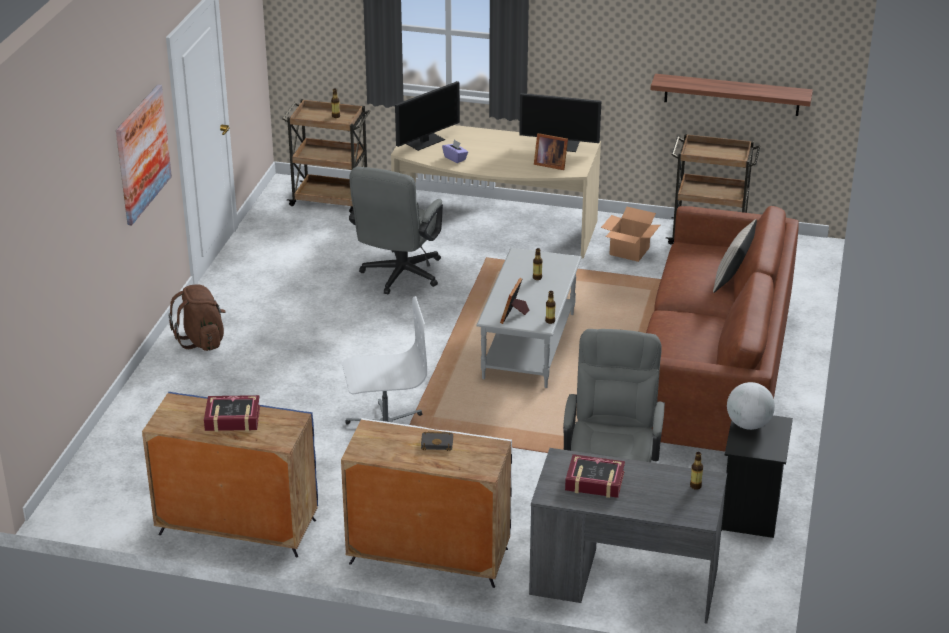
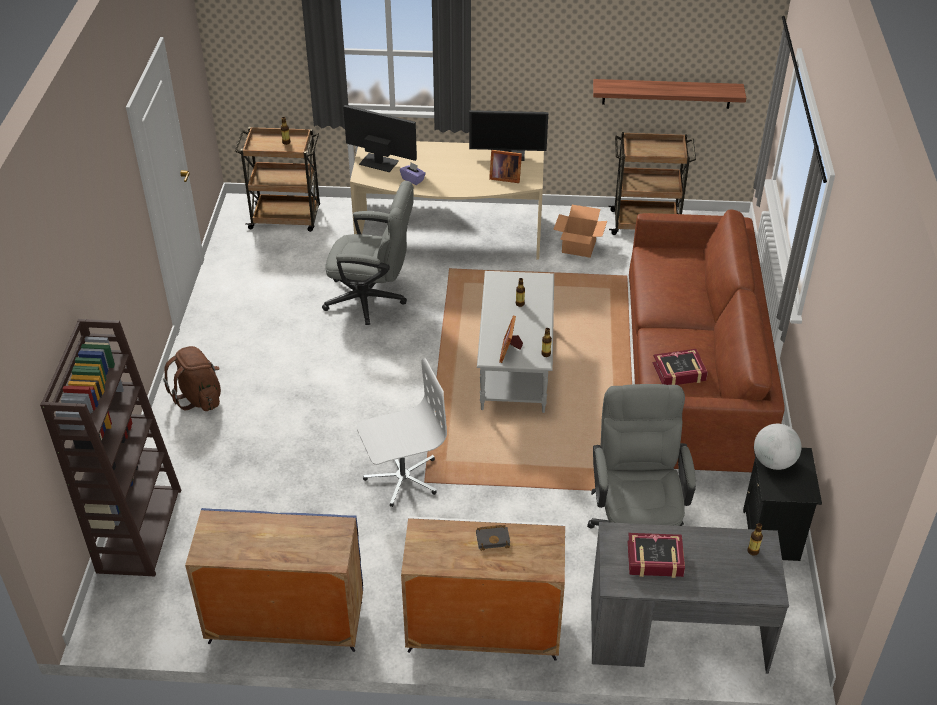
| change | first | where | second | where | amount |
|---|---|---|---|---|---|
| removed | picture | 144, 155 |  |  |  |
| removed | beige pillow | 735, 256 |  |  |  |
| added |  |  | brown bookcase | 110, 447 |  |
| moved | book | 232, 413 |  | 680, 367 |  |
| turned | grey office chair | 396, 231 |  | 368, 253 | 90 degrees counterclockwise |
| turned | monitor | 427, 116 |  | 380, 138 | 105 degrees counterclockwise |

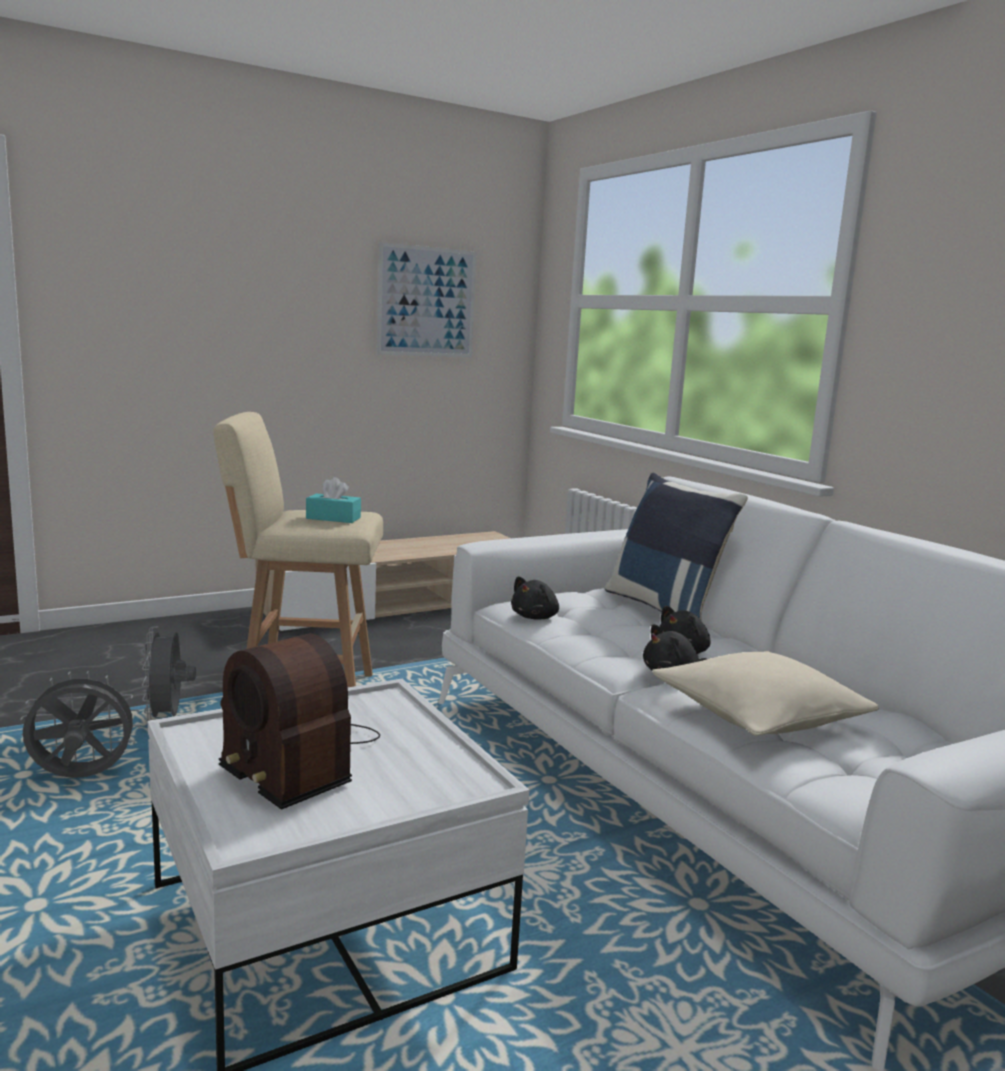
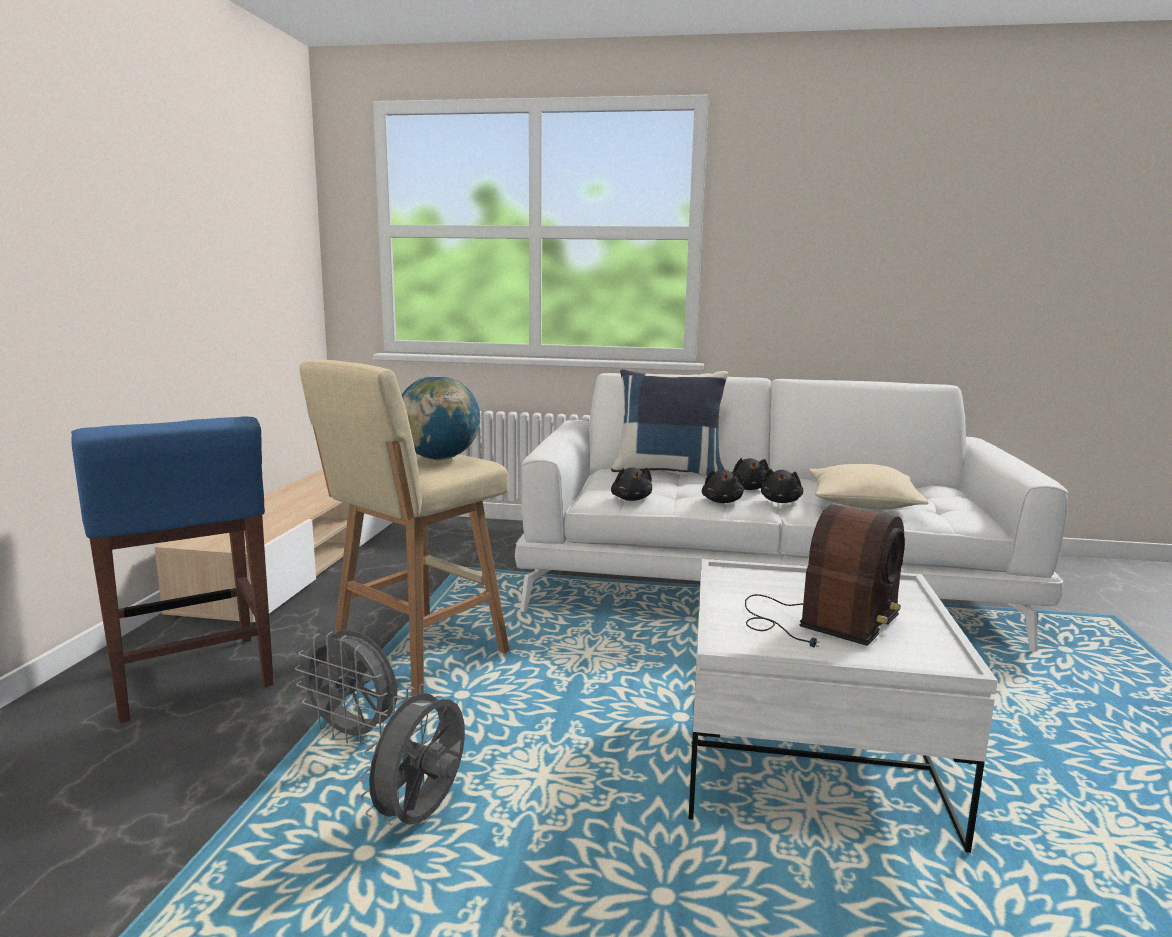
| change | first | where | second | where | amount |
|---|---|---|---|---|---|
| removed | picture | 427, 299 |  |  |  |
| added |  |  | blue stool | 172, 570 |  |
| added |  |  | black plush toy | 723, 486 |  |
| replaced | turquoise tissue box | 333, 500 | globe | 441, 418 |  |
| turned | radio | 299, 722 |  | 825, 575 | 45 degrees counterclockwise |

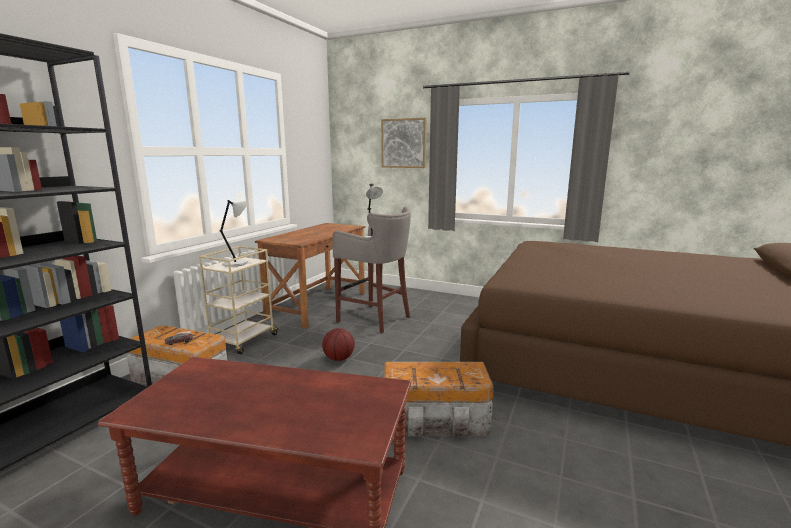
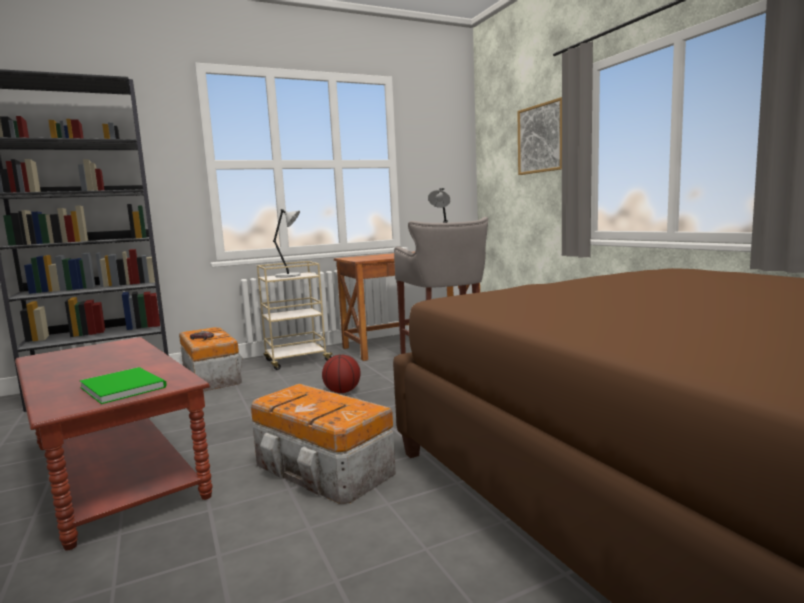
| change | first | where | second | where | amount |
|---|---|---|---|---|---|
| added |  |  | green book | 123, 385 |  |

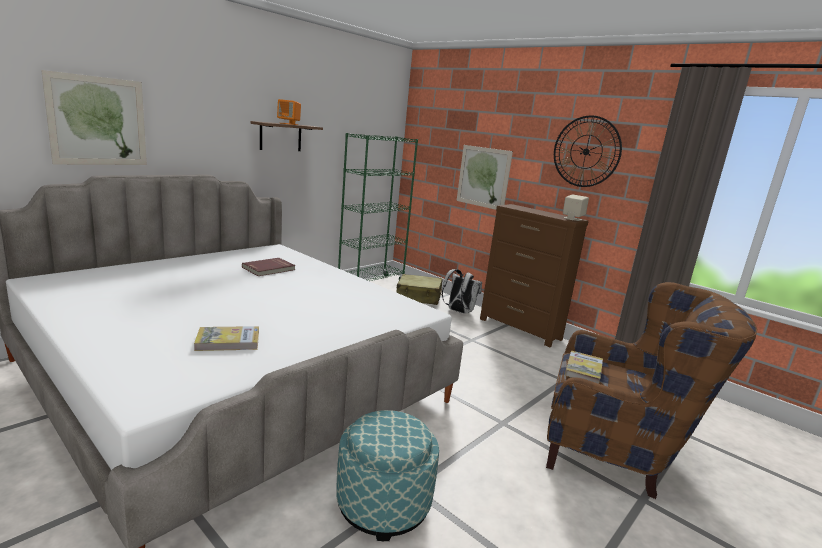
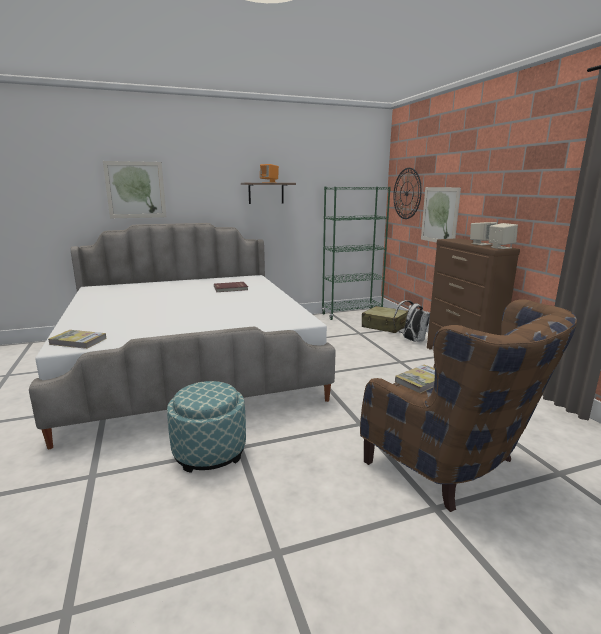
| change | first | where | second | where | amount |
|---|---|---|---|---|---|
| added |  |  | beige speaker | 483, 233 |  |
| moved | book | 226, 338 |  | 77, 339 |  |
| moved | wall clock | 588, 151 |  | 407, 193 |  |

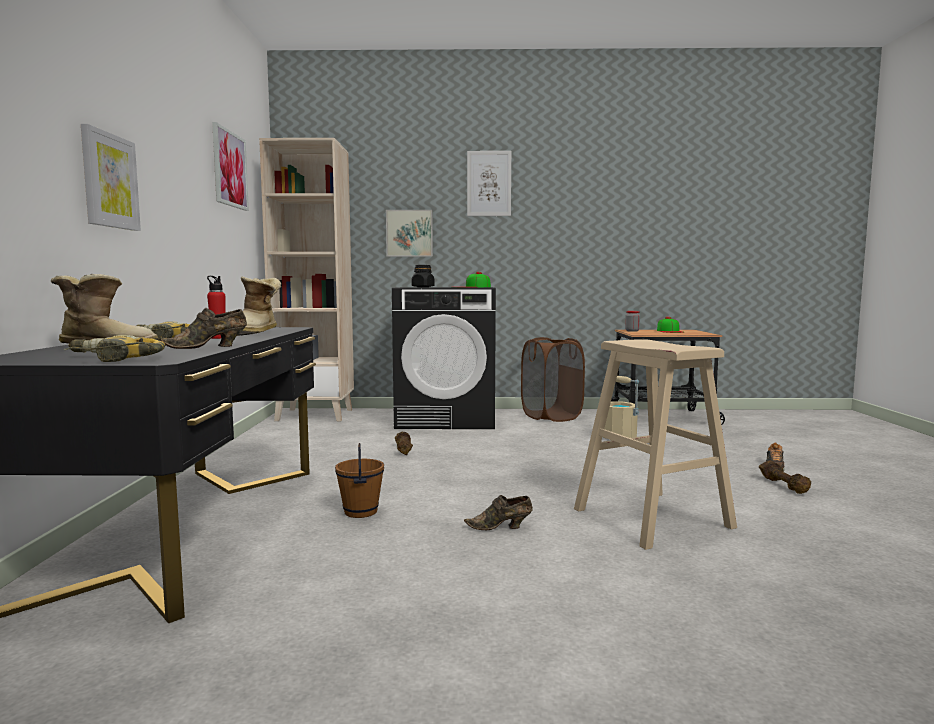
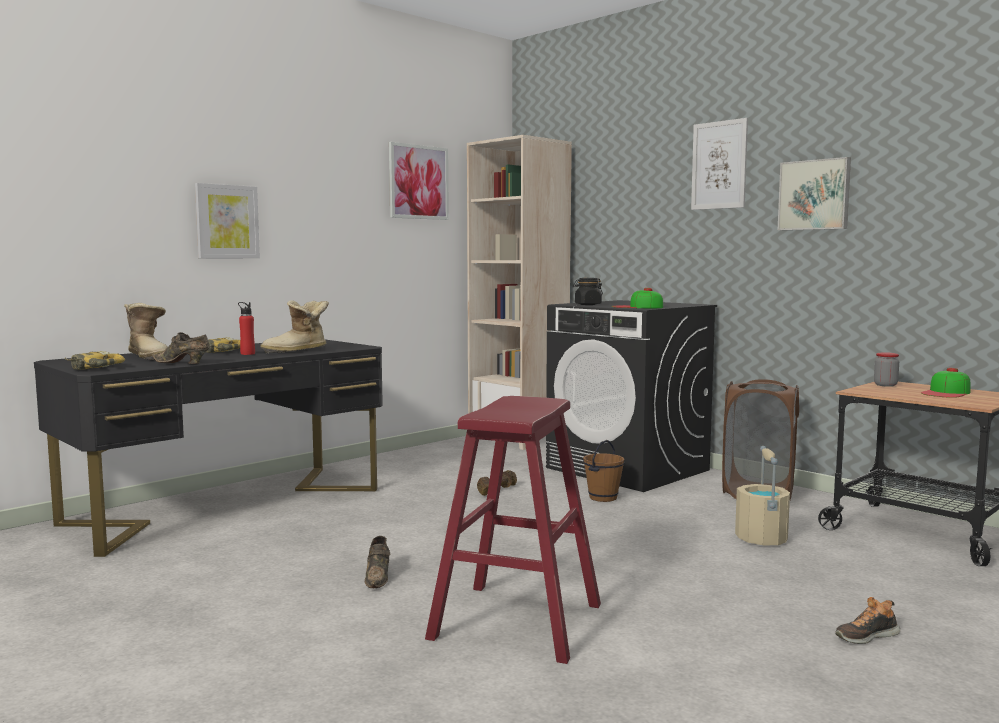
| change | first | where | second | where | amount |
|---|---|---|---|---|---|
| removed | brown dumbbell | 785, 477 |  |  |  |
| moved | brown bucket | 359, 480 |  | 603, 471 |  |
| moved | picture | 409, 233 |  | 814, 193 |  |
| recoloured | beige stool | 655, 444 | red stool | 513, 530 |  |
| turned | brown shoe | 498, 512 |  | 378, 562 | 135 degrees counterclockwise |

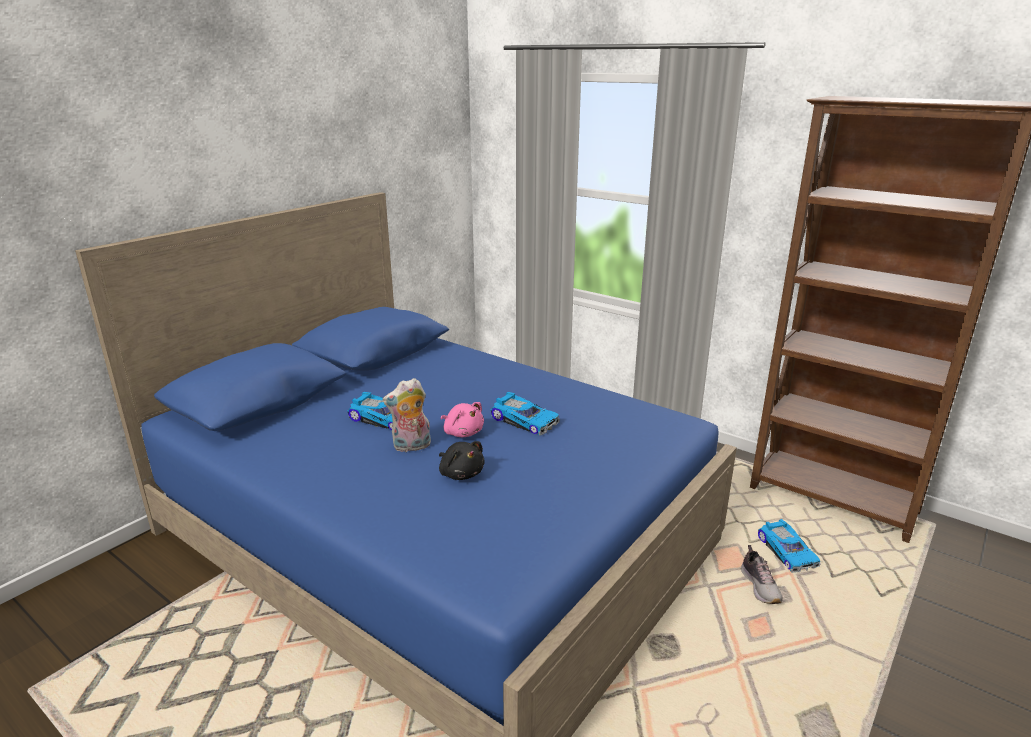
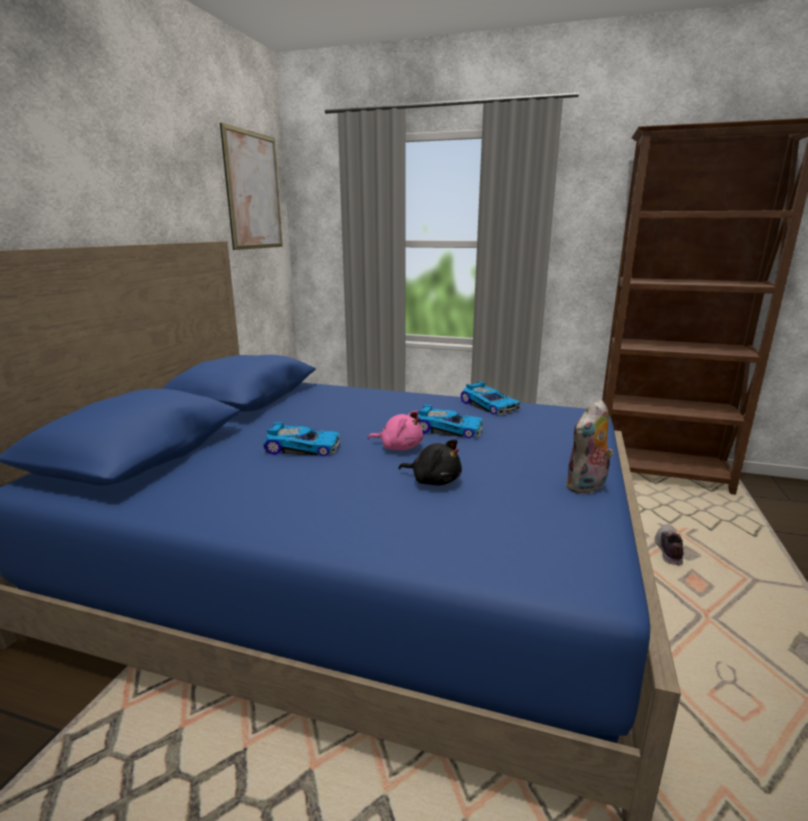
| change | first | where | second | where | amount |
|---|---|---|---|---|---|
| added |  |  | picture | 251, 186 |  |
| moved | plush toy | 407, 415 |  | 589, 447 |  |
| moved | toy car | 789, 546 |  | 491, 399 |  |
| turned | shoe | 762, 574 |  | 669, 544 | 135 degrees counterclockwise |

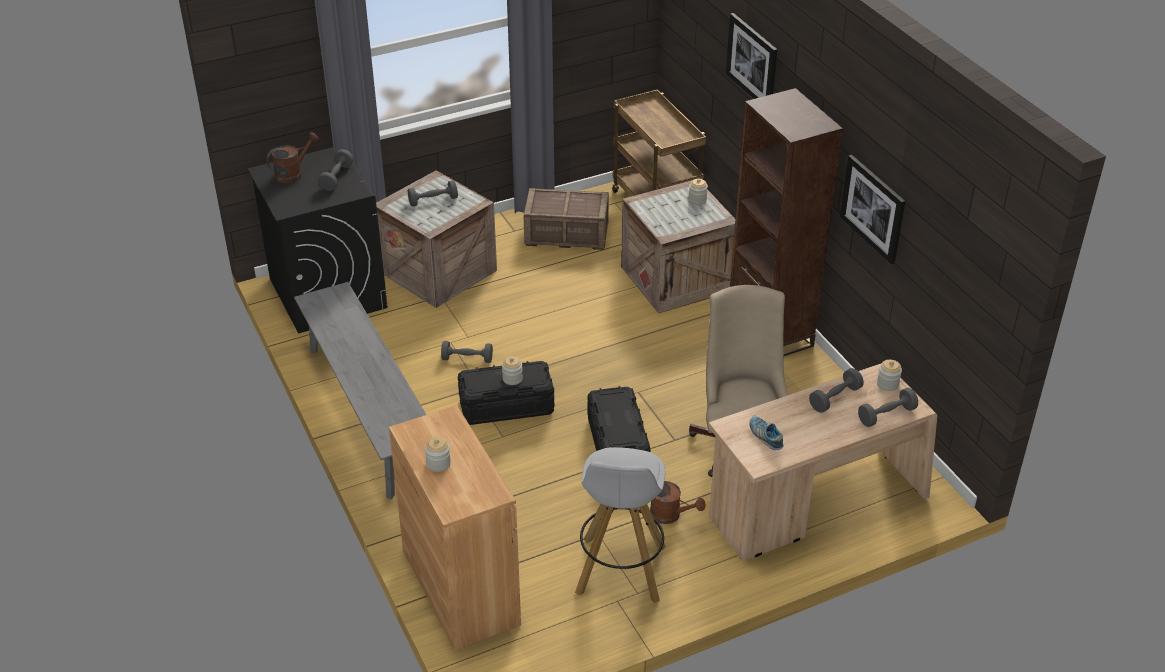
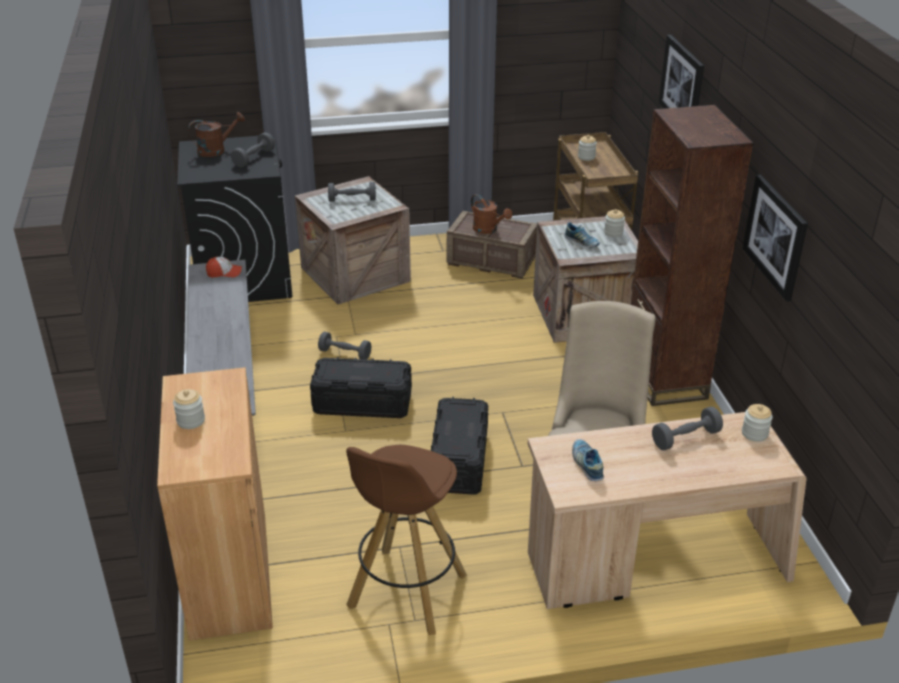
| change | first | where | second | where | amount |
|---|---|---|---|---|---|
| removed | grey dumbbell | 888, 407 |  |  |  |
| added |  |  | cap | 224, 267 |  |
| added |  |  | shoe | 582, 234 |  |
| moved | jar | 512, 370 |  | 587, 148 |  |
| moved | brown watering can | 678, 502 |  | 491, 214 |  |
| recoloured | white stool | 620, 525 | brown stool | 406, 540 |  |

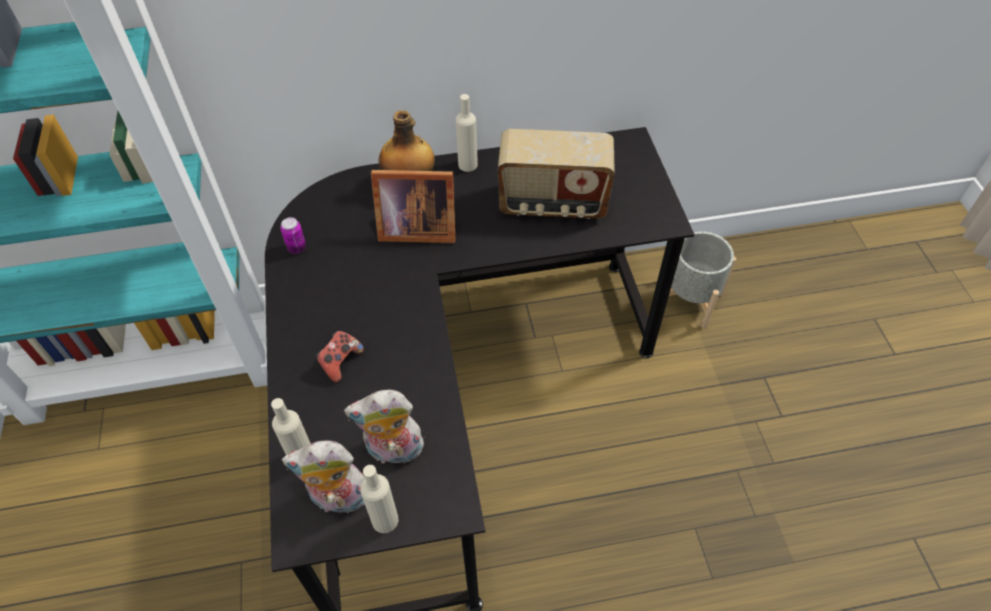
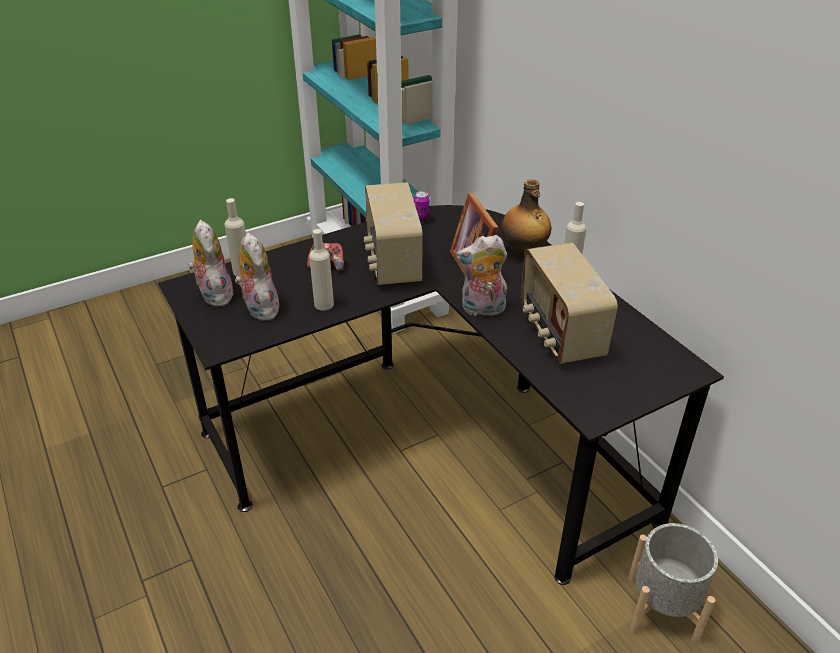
| change | first | where | second | where | amount |
|---|---|---|---|---|---|
| added |  |  | radio | 393, 233 |  |
| added |  |  | plush toy | 481, 275 |  |
| moved | beige bottle | 379, 499 |  | 321, 270 |  |

